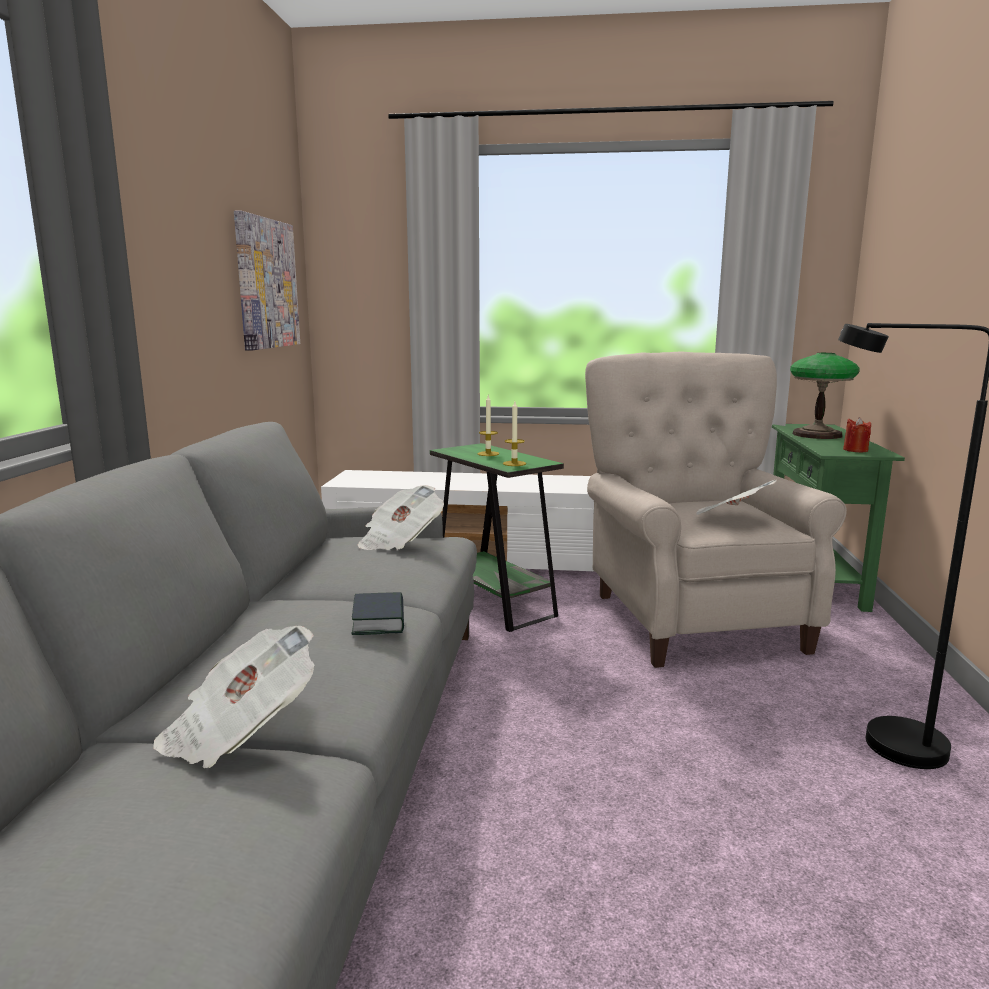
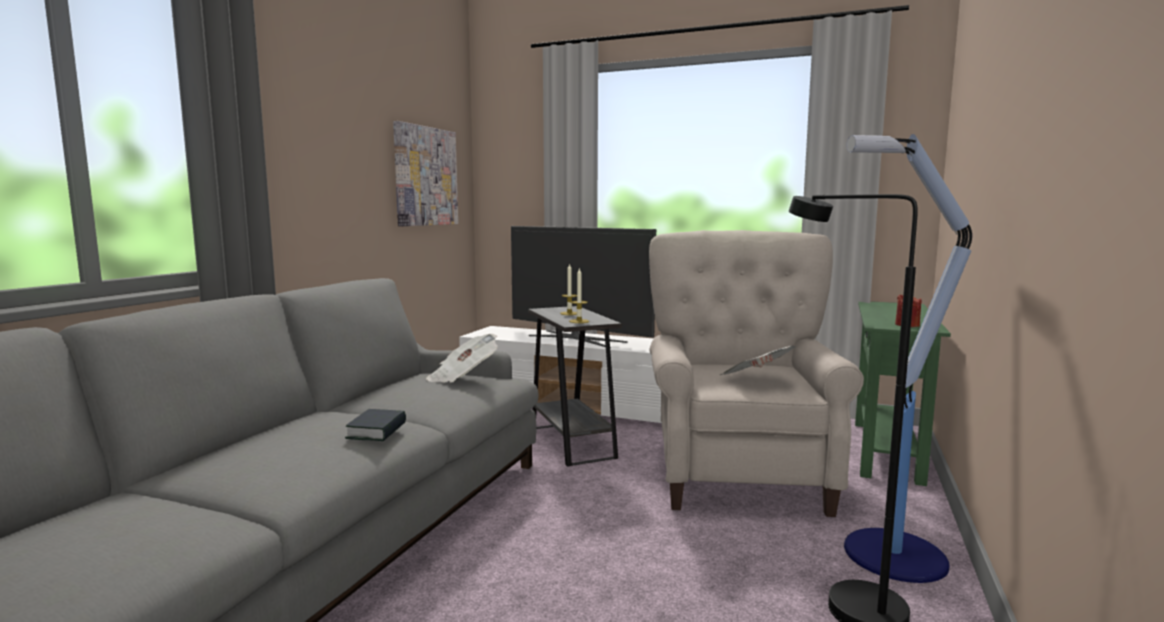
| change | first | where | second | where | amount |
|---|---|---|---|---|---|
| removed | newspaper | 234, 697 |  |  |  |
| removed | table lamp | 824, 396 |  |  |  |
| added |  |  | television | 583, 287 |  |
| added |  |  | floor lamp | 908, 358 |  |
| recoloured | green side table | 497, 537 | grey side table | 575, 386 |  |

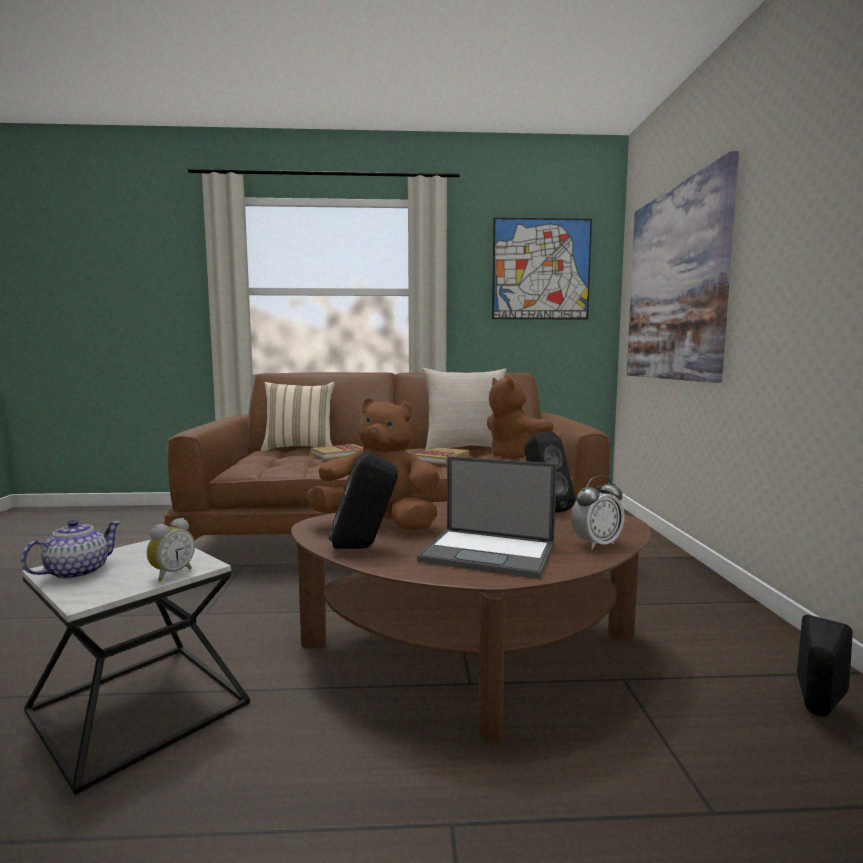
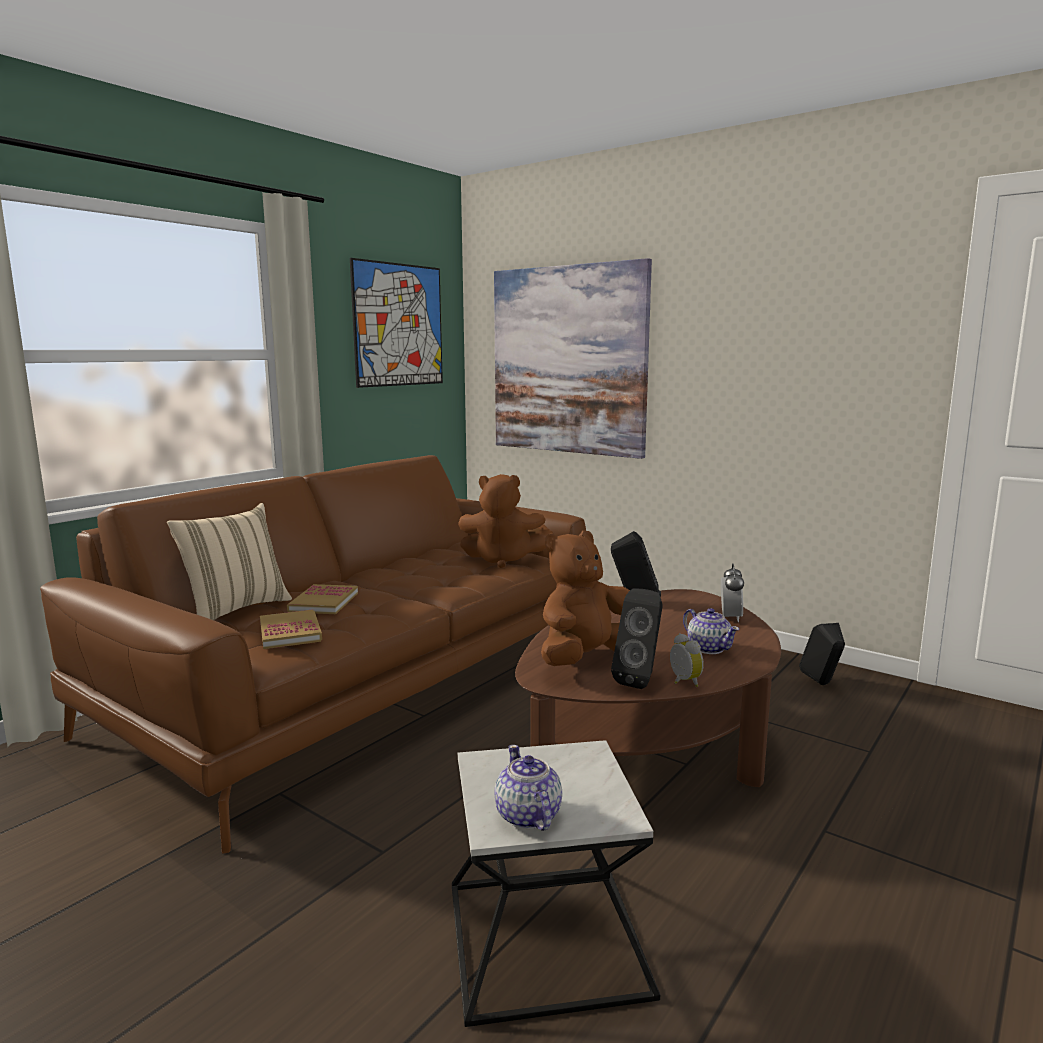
| change | first | where | second | where | amount |
|---|---|---|---|---|---|
| removed | beige pillow | 463, 409 |  |  |  |
| moved | alarm clock | 171, 549 |  | 687, 660 |  |
| moved | book | 441, 456 |  | 291, 629 |  |
| replaced | laptop | 487, 517 | teapot | 711, 631 |  |

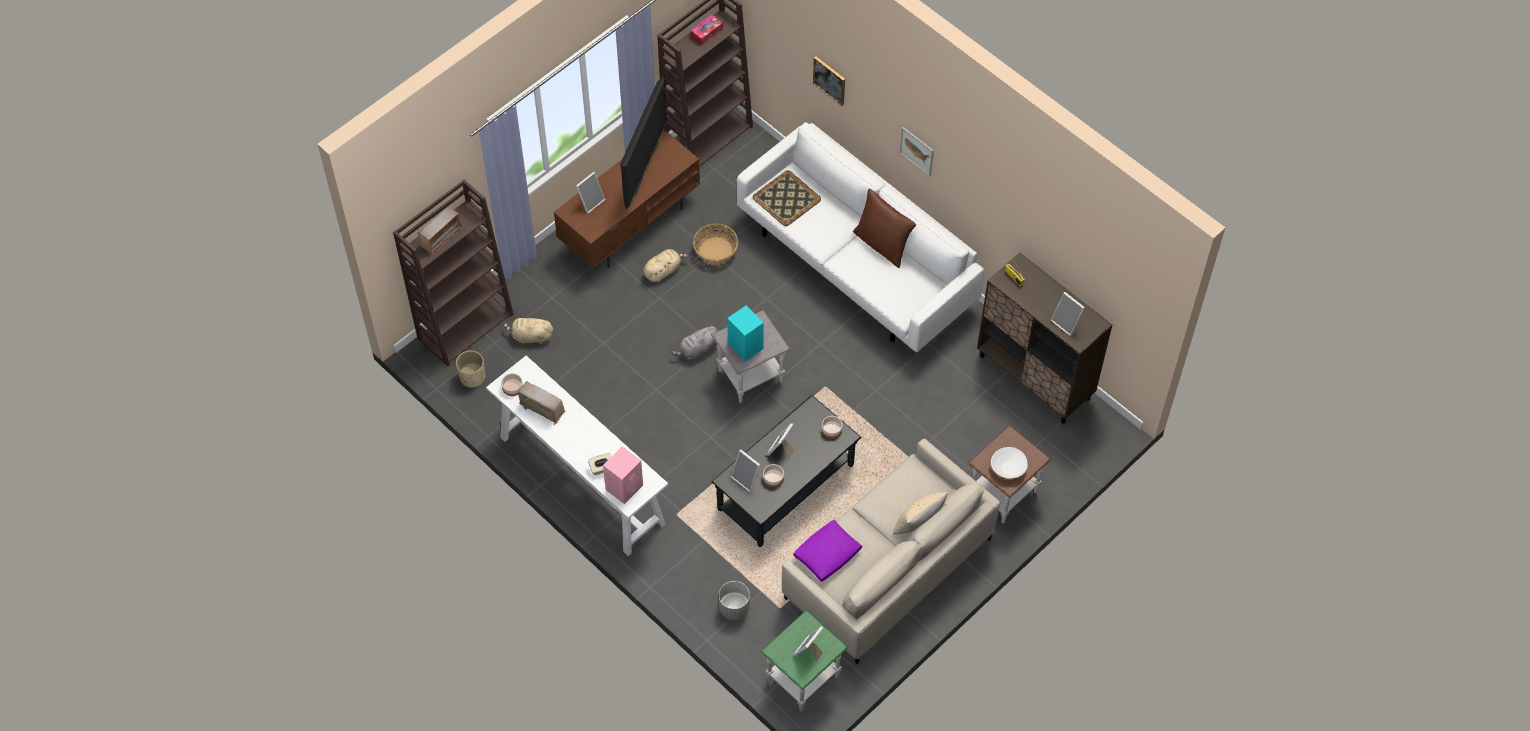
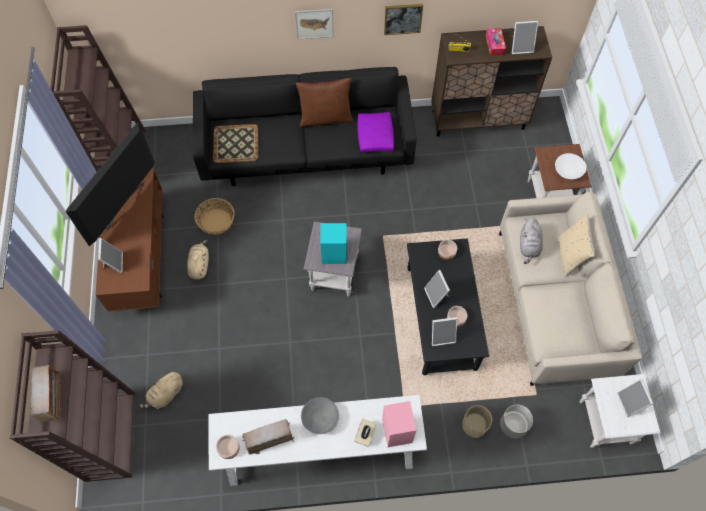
| change | first | where | second | where | amount |
|---|---|---|---|---|---|
| added |  |  | grey bowl | 320, 415 |  |
| moved | beige planter | 470, 369 |  | 477, 421 |  |
| moved | grey plush toy | 694, 342 |  | 531, 241 |  |
| moved | tissue box | 707, 30 |  | 496, 42 |  |
| moved | purple pillow | 827, 551 |  | 376, 132 |  |
| moved | picture | 829, 81 |  | 403, 19 |  |
| recoloured | white sofa | 861, 237 | black sofa | 304, 126 |  |
| recoloured | green side table | 804, 661 | white side table | 620, 411 |  |
| turned | television | 644, 142 |  | 110, 184 | 120 degrees counterclockwise |

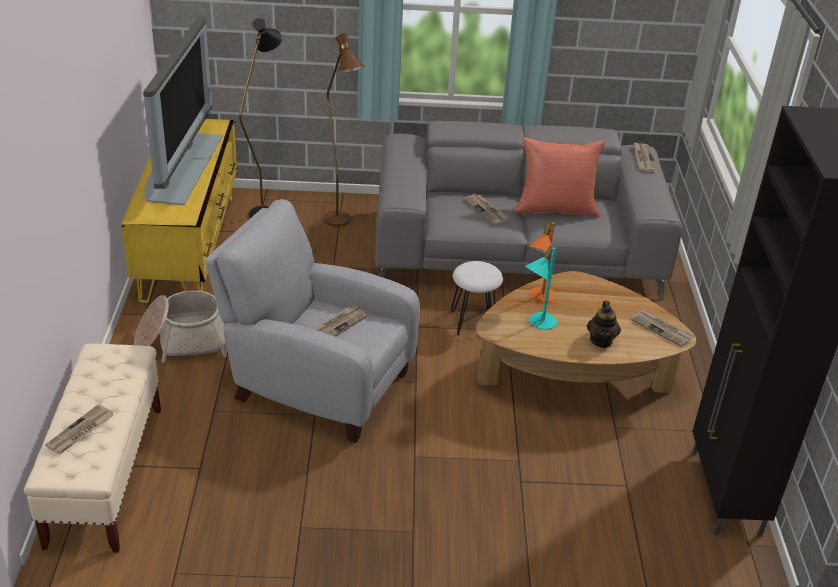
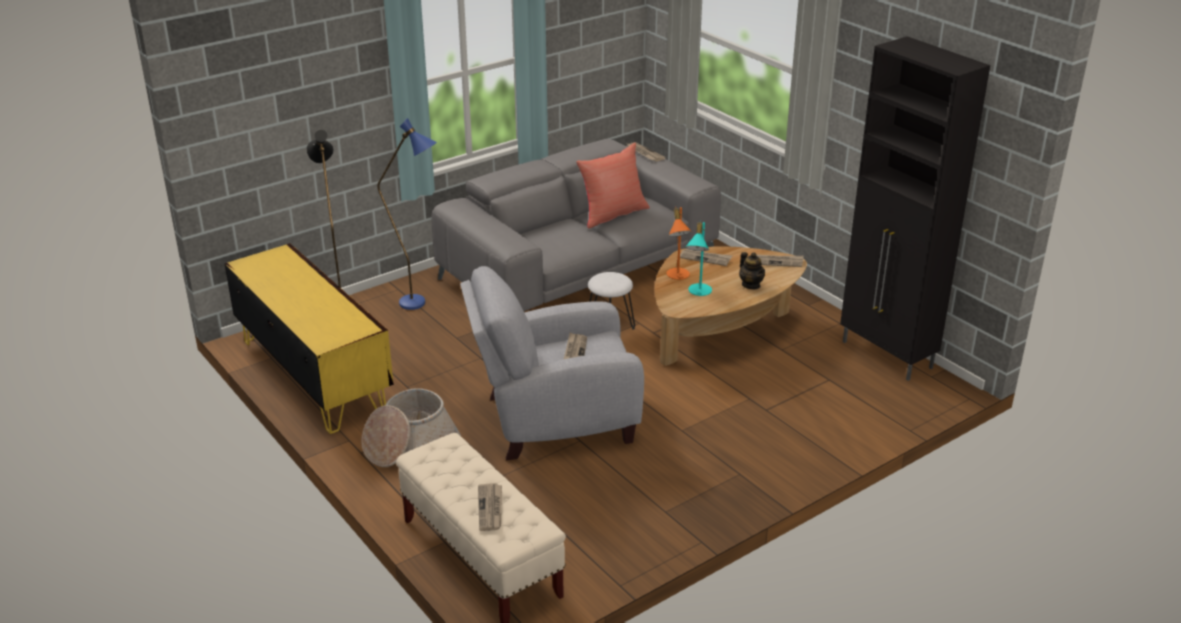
| change | first | where | second | where | amount |
|---|---|---|---|---|---|
| removed | television | 182, 110 |  |  |  |
| moved | newspaper | 485, 209 |  | 706, 257 |  |
| recoloured | brown floor lamp | 344, 130 | blue floor lamp | 407, 214 |  |

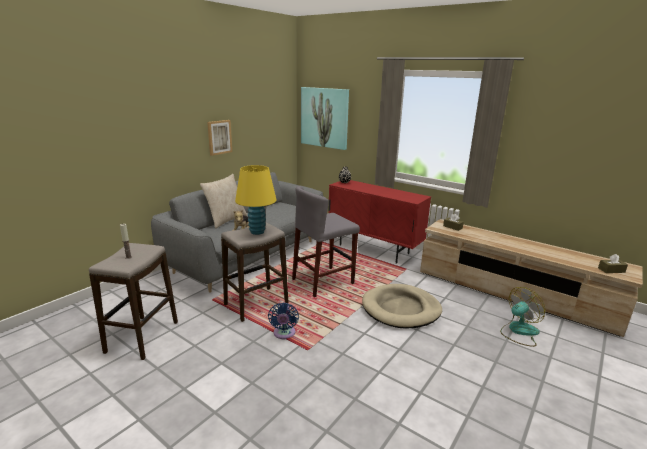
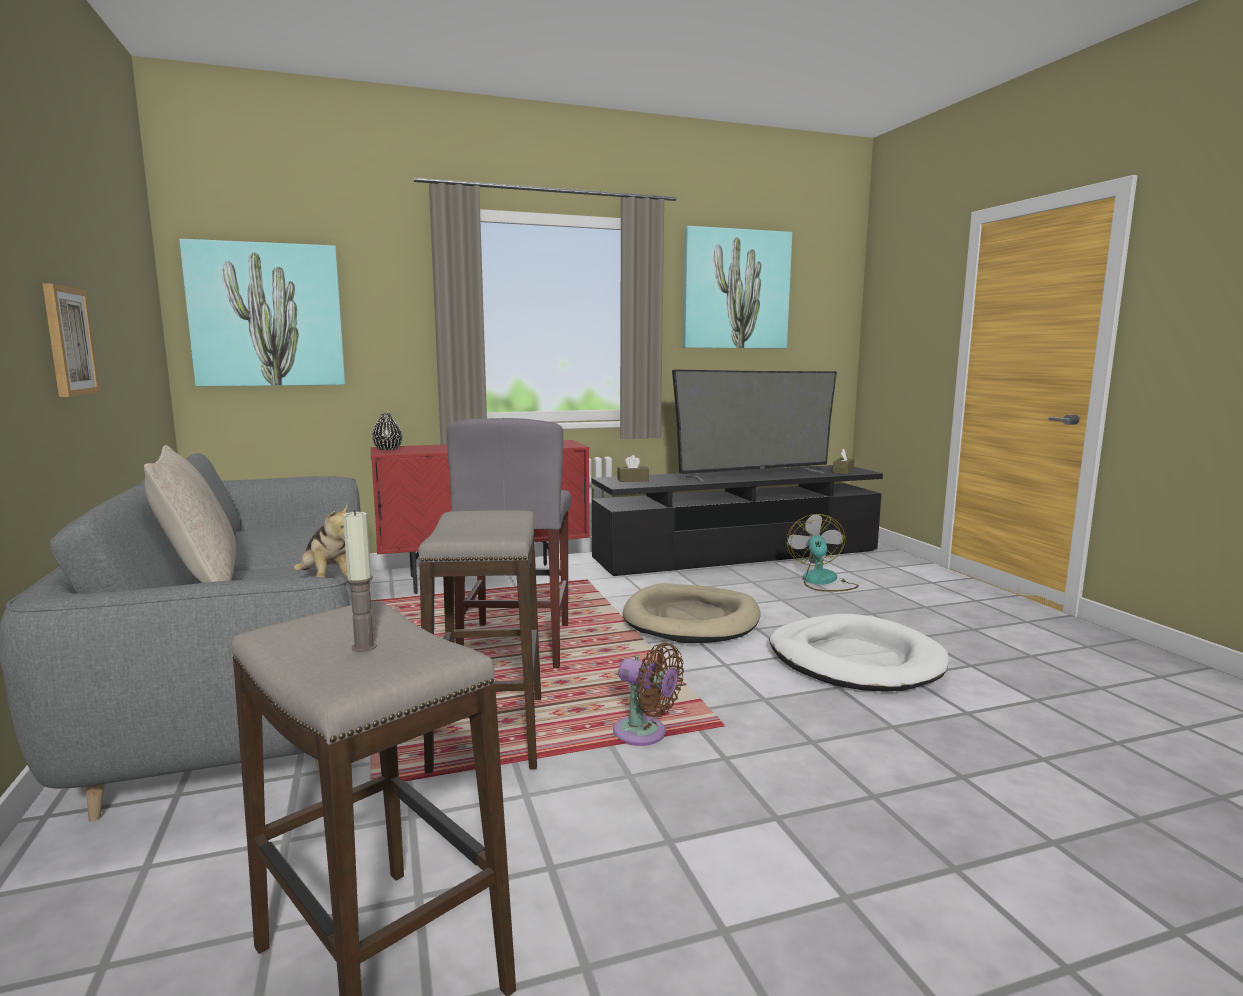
| change | first | where | second | where | amount |
|---|---|---|---|---|---|
| removed | yellow table lamp | 256, 200 |  |  |  |
| added |  |  | television | 754, 426 |  |
| added |  |  | picture | 738, 287 |  |
| added |  |  | white dog bed | 859, 653 |  |
| recoloured | blue fan | 283, 321 | brown fan | 648, 694 |  |
| recoloured | beige tv stand | 531, 278 | black tv stand | 737, 520 |  |

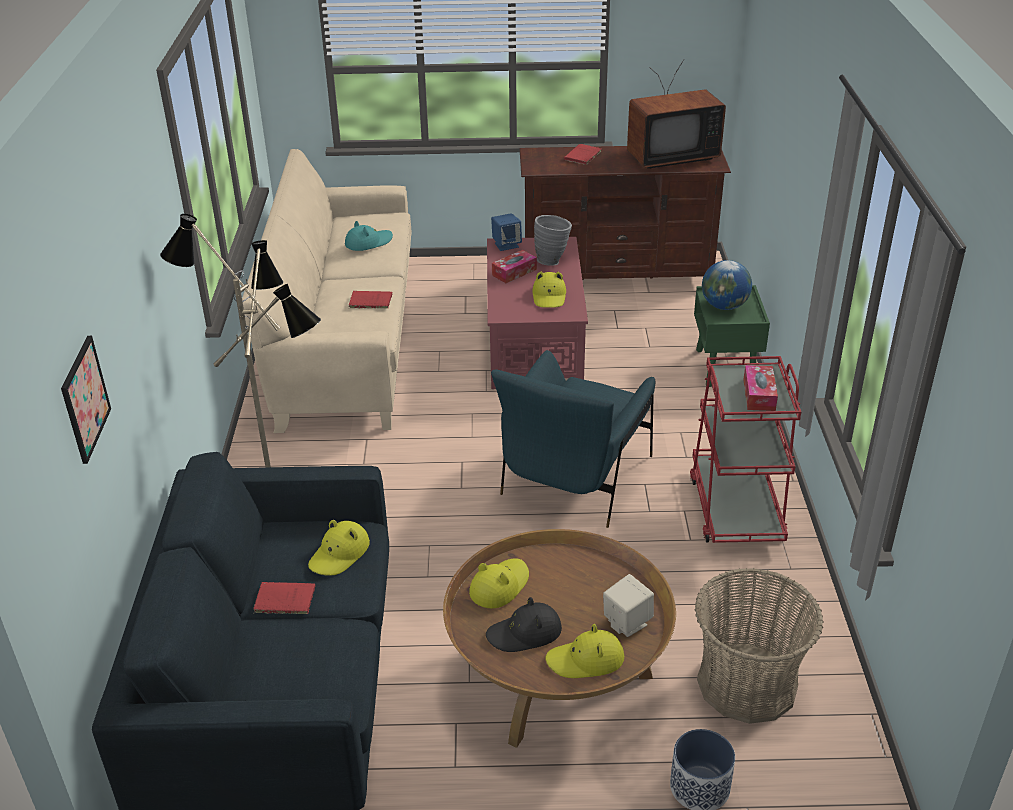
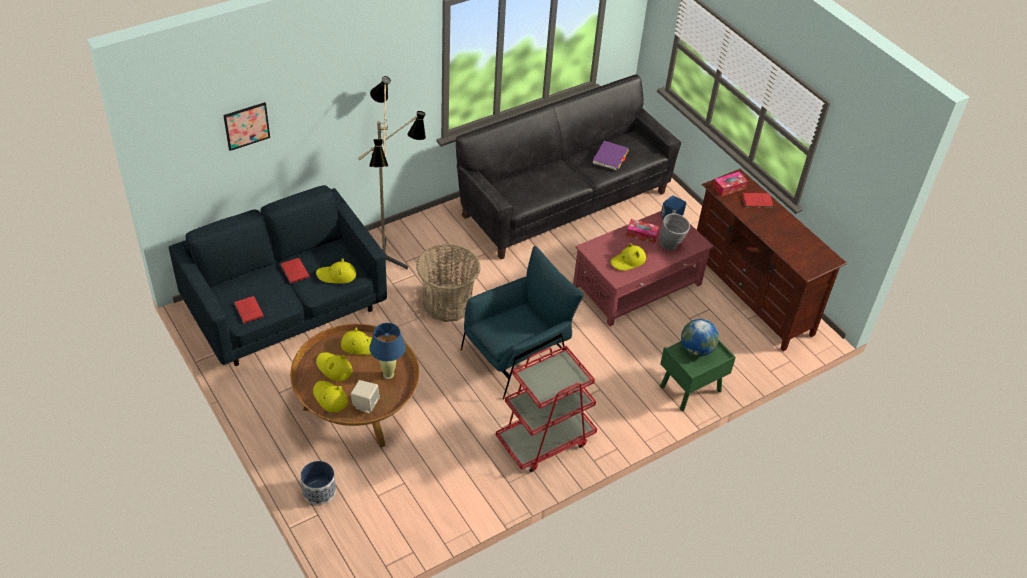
| change | first | where | second | where | amount |
|---|---|---|---|---|---|
| removed | television | 676, 114 |  |  |  |
| added |  |  | blue table lamp | 387, 351 |  |
| moved | red book | 370, 300 |  | 249, 310 |  |
| moved | basket | 759, 646 |  | 448, 283 |  |
| moved | tissue box | 760, 388 |  | 730, 184 |  |
| replaced | turquoise hat | 369, 236 | purple book | 611, 155 |  |
| recoloured | beige sofa | 327, 291 | black sofa | 568, 166 |  |
| recoloured | black hat | 524, 624 | yellow hat | 334, 367 |  |
| turned | blue armchair | 573, 439 |  | 522, 323 | 150 degrees clockwise |

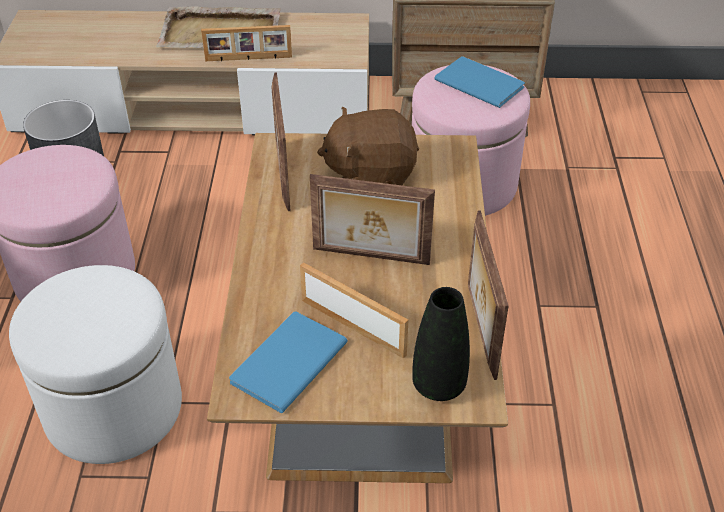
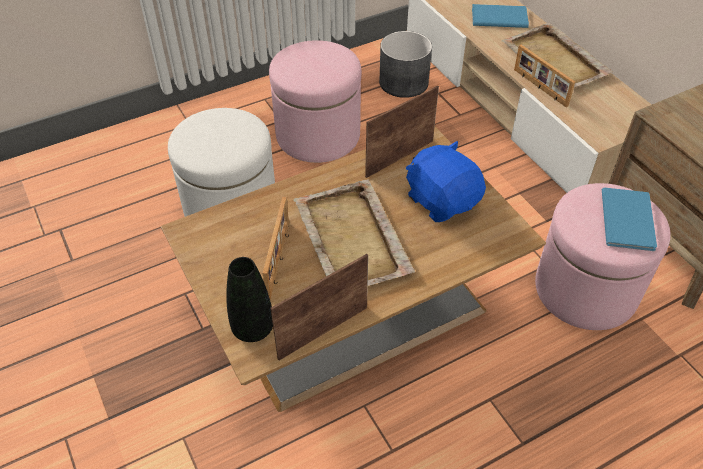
| change | first | where | second | where | amount |
|---|---|---|---|---|---|
| moved | blue book | 288, 362 |  | 500, 16 |  |
| replaced | picture frame | 372, 219 | beige tray | 354, 232 |  |
| recoloured | brown plush toy | 368, 146 | blue plush toy | 445, 181 |  |

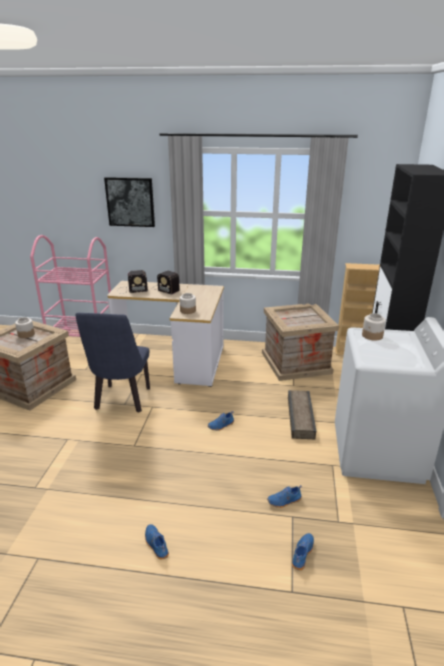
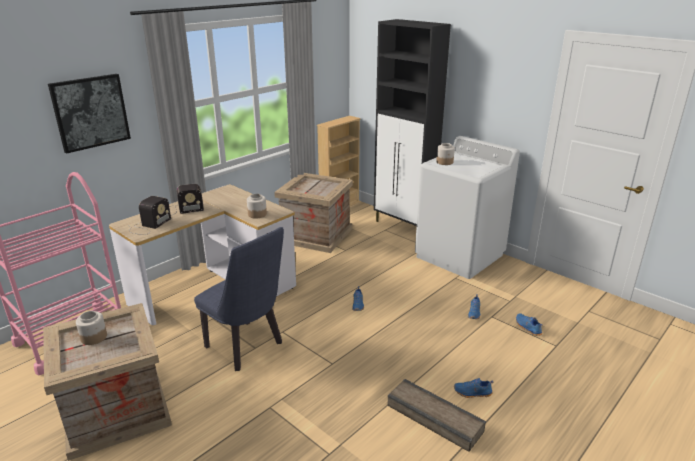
| change | first | where | second | where | amount |
|---|---|---|---|---|---|
| moved | crate | 302, 414 |  | 437, 415 |  |

